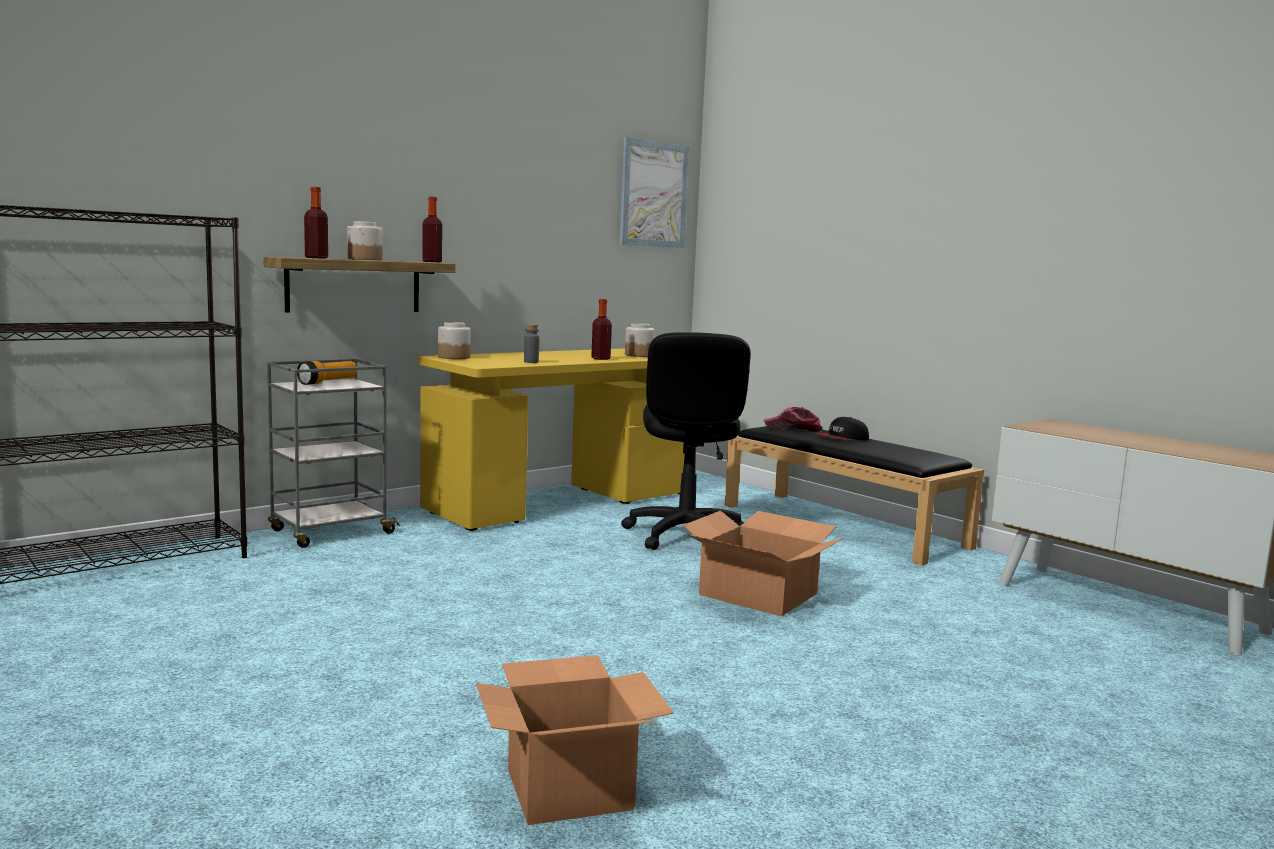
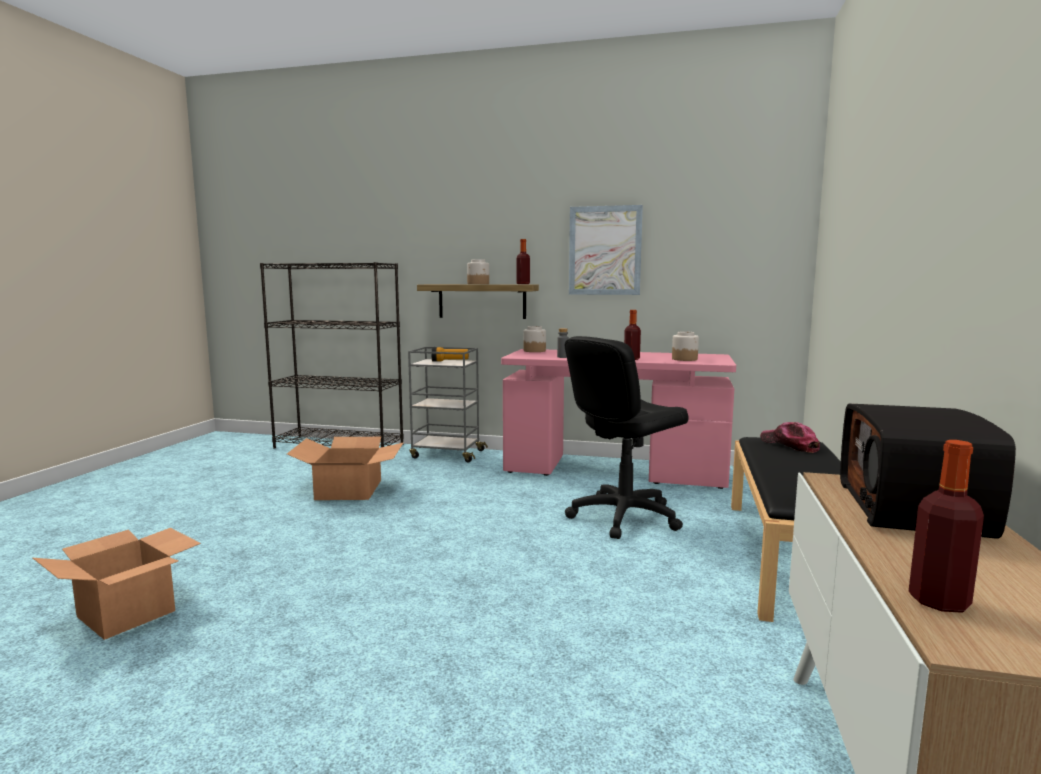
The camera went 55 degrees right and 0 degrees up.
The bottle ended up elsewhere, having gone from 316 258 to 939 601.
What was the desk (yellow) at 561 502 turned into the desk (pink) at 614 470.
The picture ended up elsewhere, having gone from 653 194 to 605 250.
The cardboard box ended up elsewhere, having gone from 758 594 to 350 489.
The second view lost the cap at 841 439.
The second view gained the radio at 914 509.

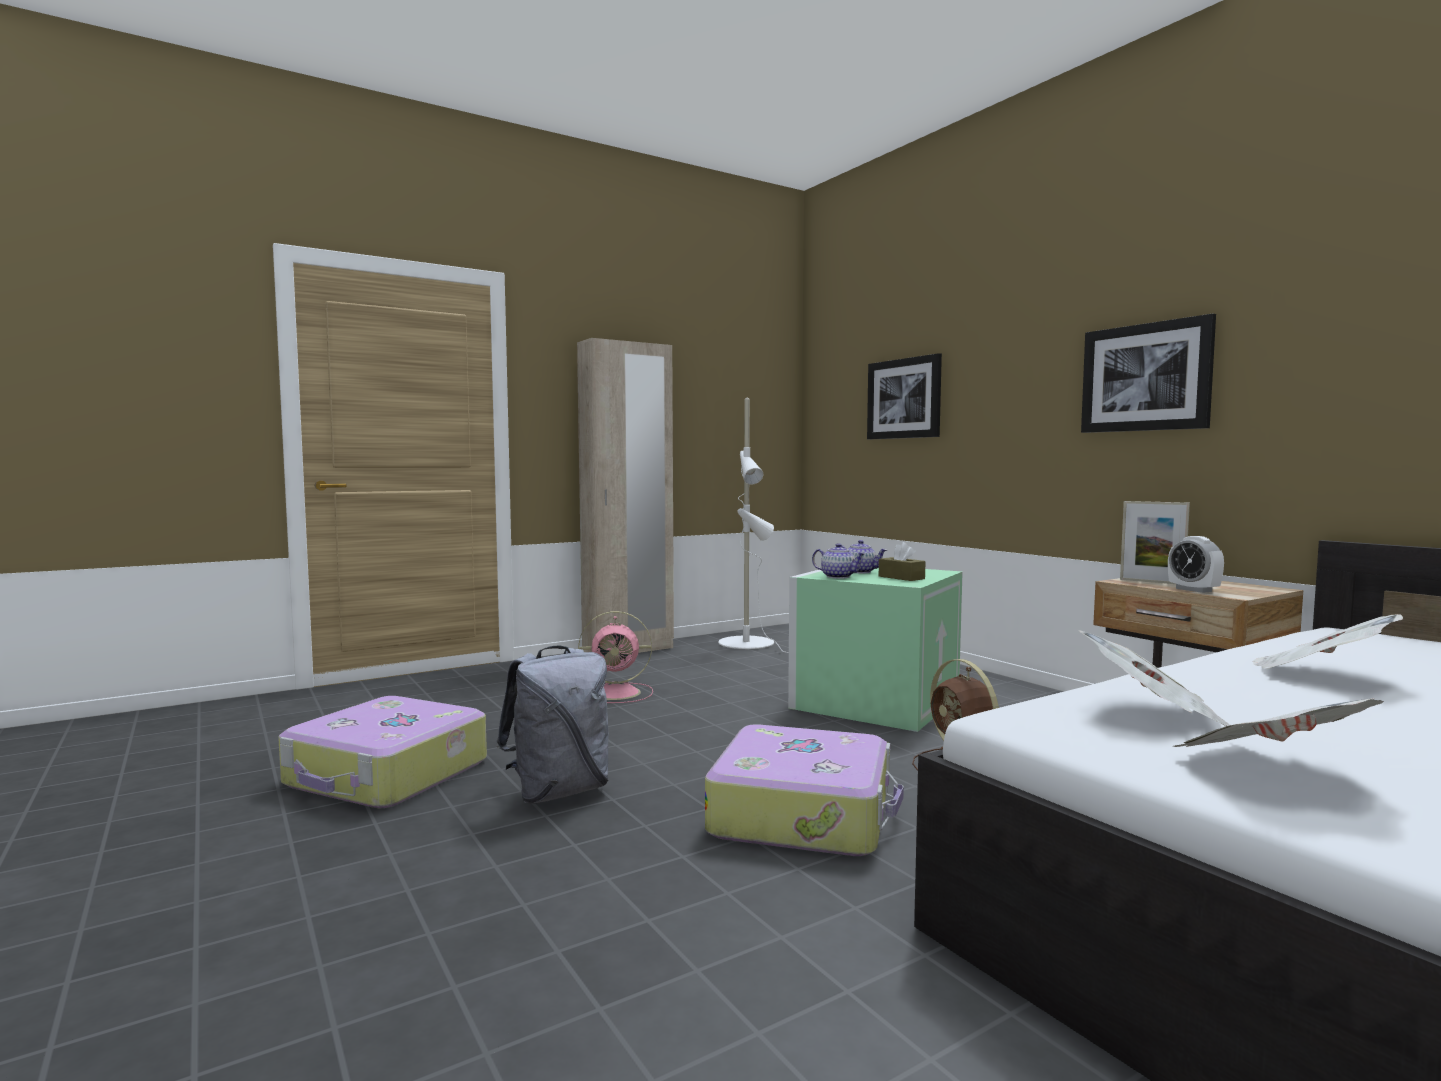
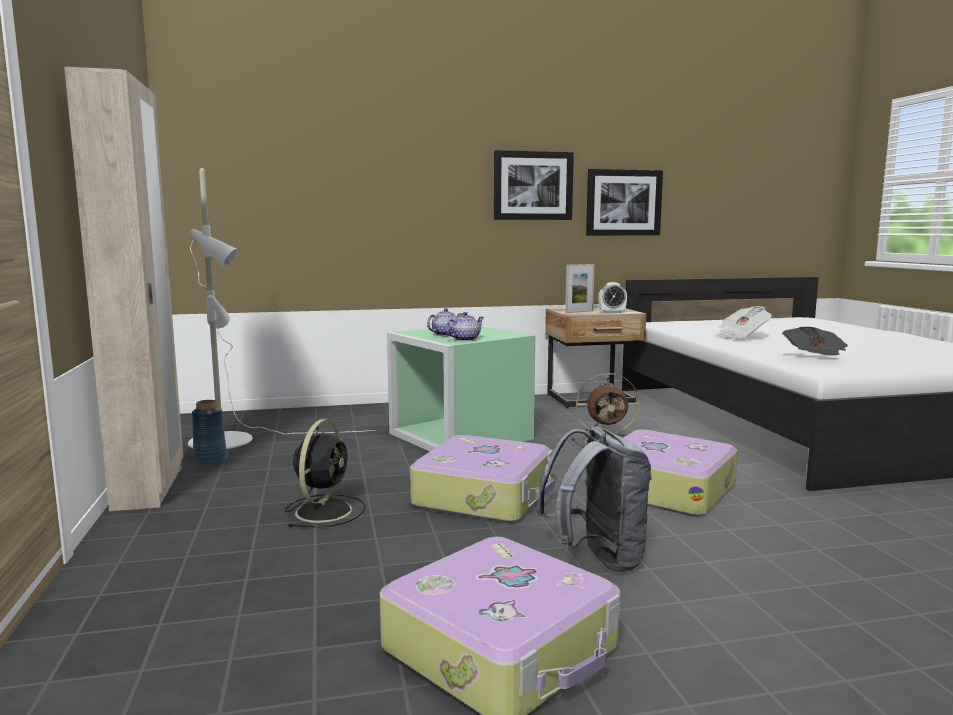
The camera went 70 degrees left and 5 degrees up.
What was the fan (pink) at 618 693 turned into the fan (black) at 325 510.
The picture ended up elsewhere, having gone from 904 398 to 623 203.
The second view lost the tissue box (brown) at 901 577.
The second view lost the newspaper at 1268 770.
The second view gained the vase (blue) at 210 460.
The second view gained the suitcase at 485 496.

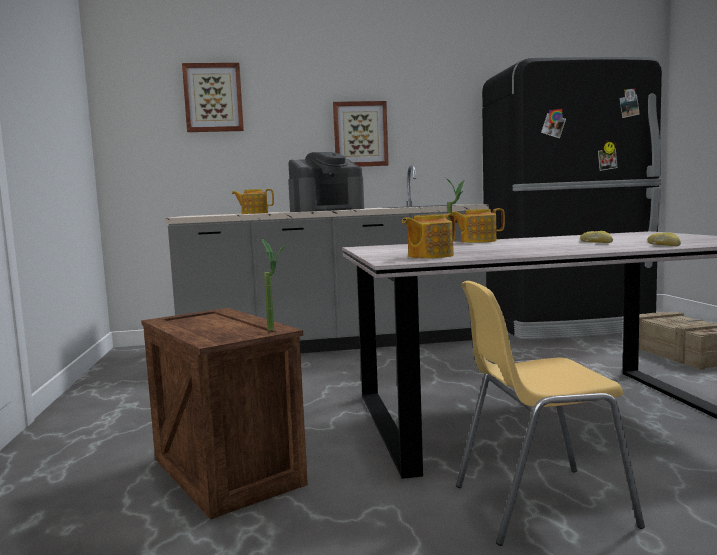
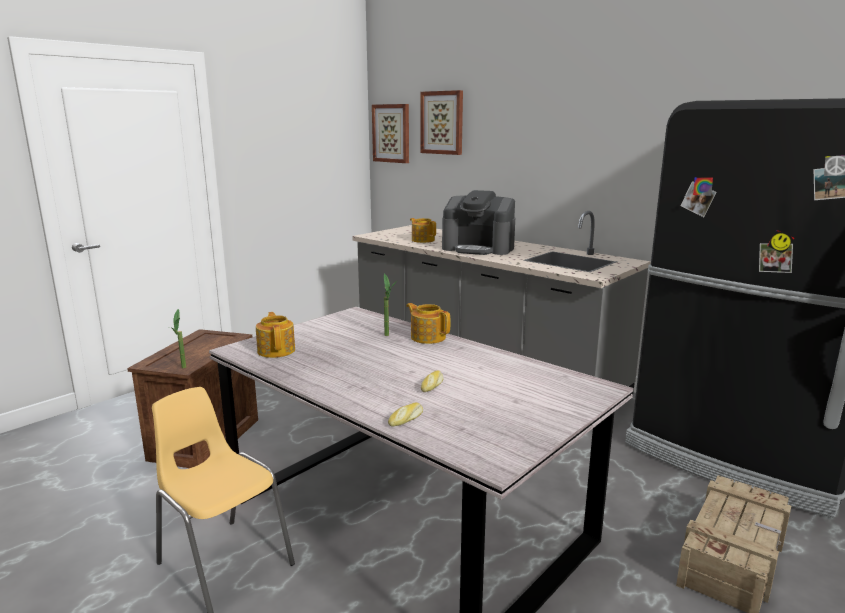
The camera went 50 degrees right and 10 degrees up.
The picture ended up elsewhere, having gone from 360 134 to 391 133.
The teapot at 429 256 ended up facing another way, 60 degrees clockwise from before.

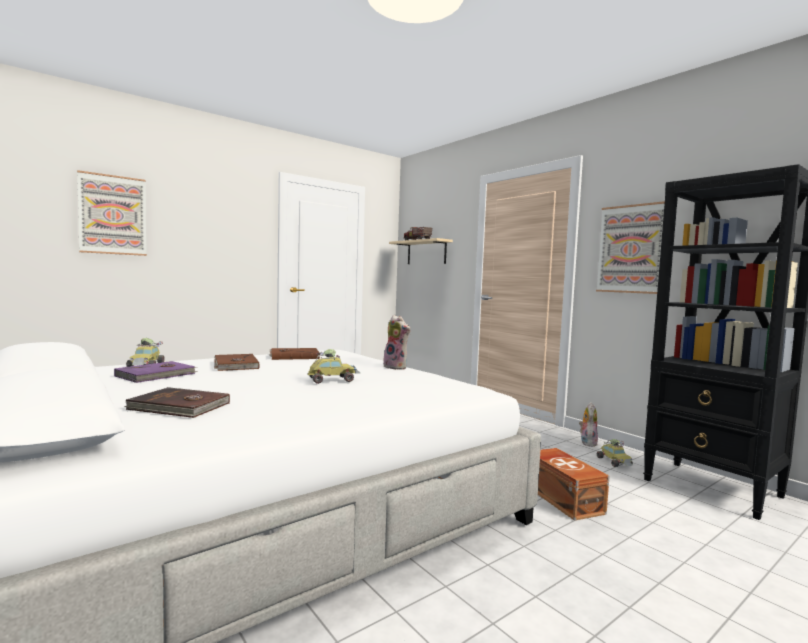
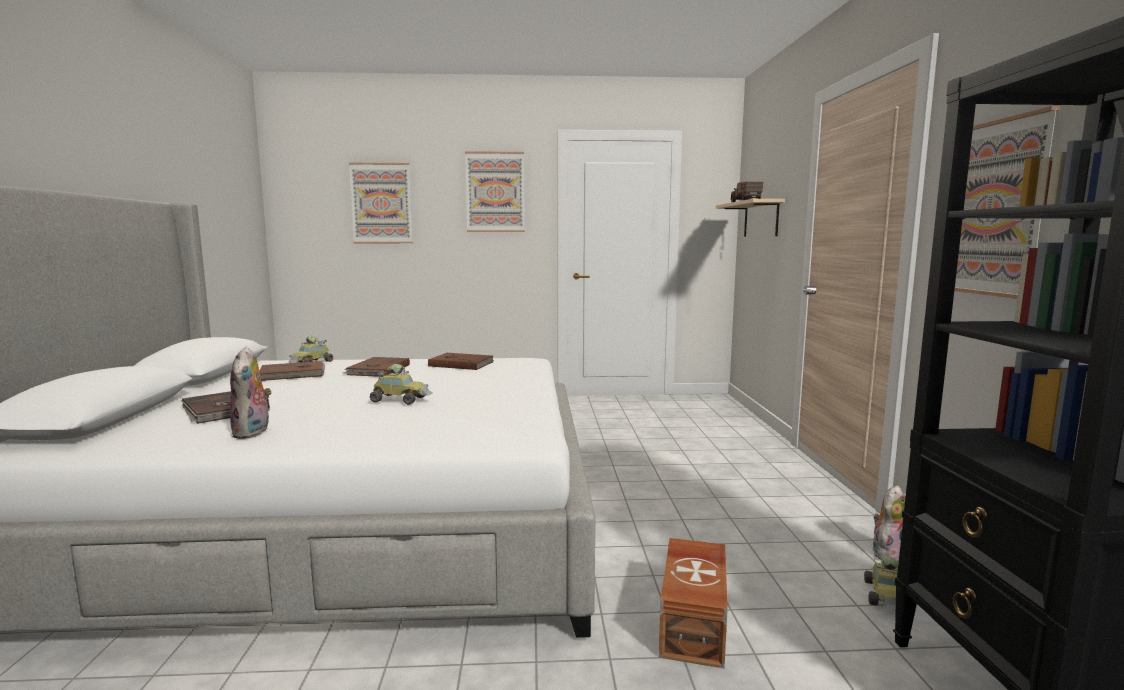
The camera went 35 degrees right and 5 degrees up.
What was the book (purple) at 157 375 turned into the book (brown) at 292 374.
The plush toy ended up elsewhere, having gone from 397 367 to 253 432.
The second view gained the picture at 495 192.

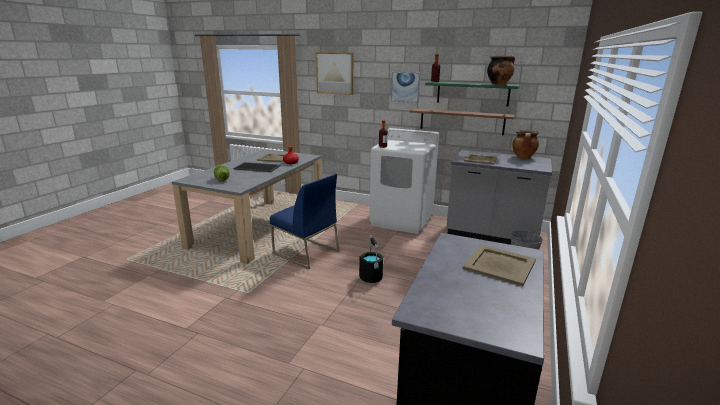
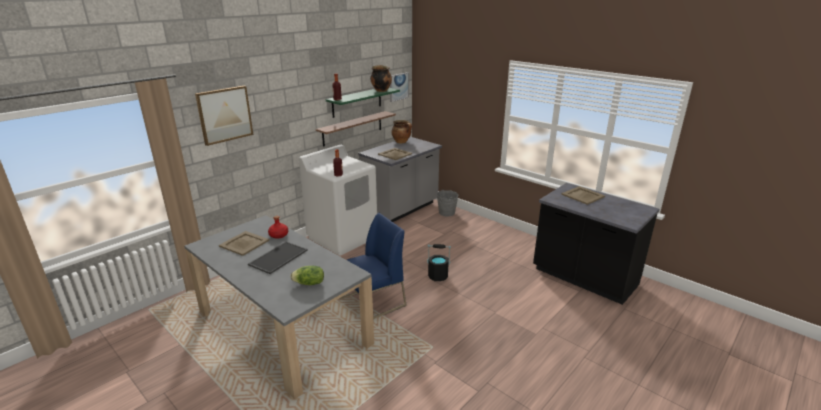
The camera went 70 degrees left and 5 degrees up.
The picture ended up elsewhere, having gone from 405 87 to 398 87.

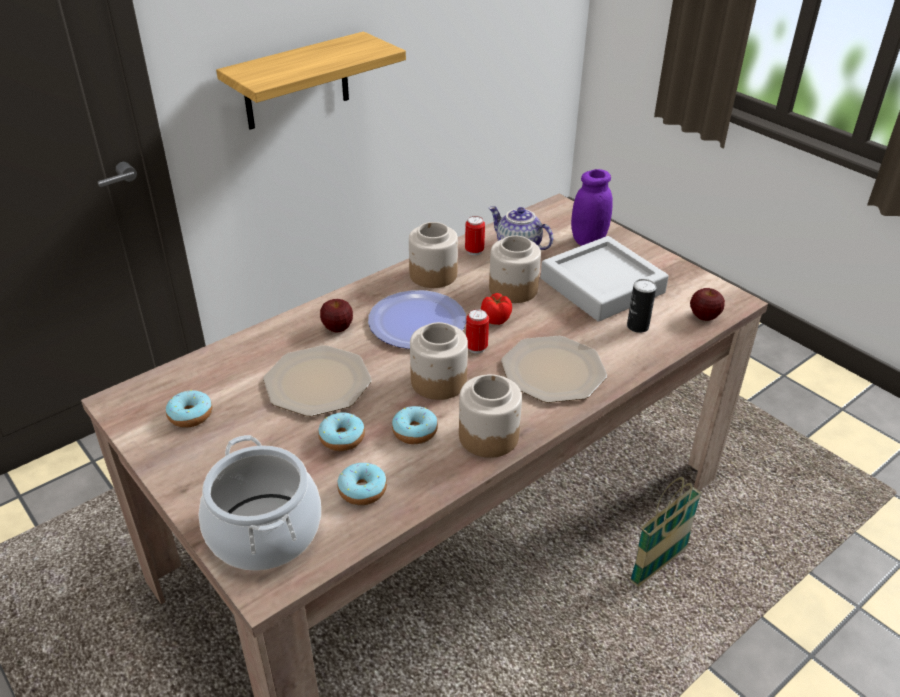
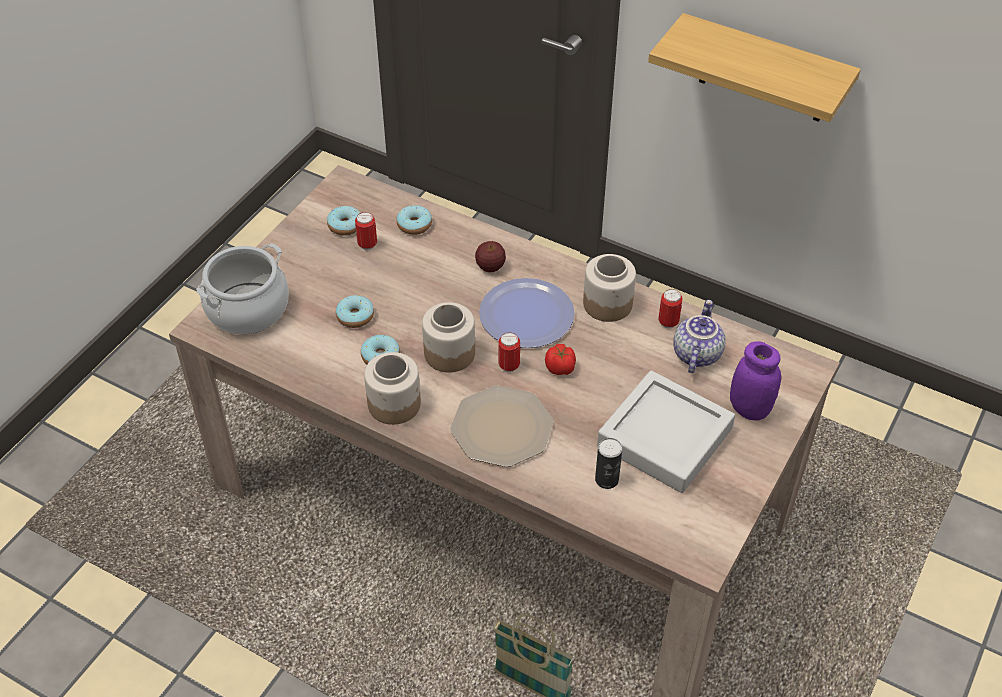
The camera went 70 degrees right and 10 degrees up.
The second view lost the plate at 316 382.
The donut ended up elsewhere, having gone from 362 490 to 414 225.
The second view lost the jar at 512 289.
The second view lost the apple at 704 317.
The second view gained the can at 367 244.

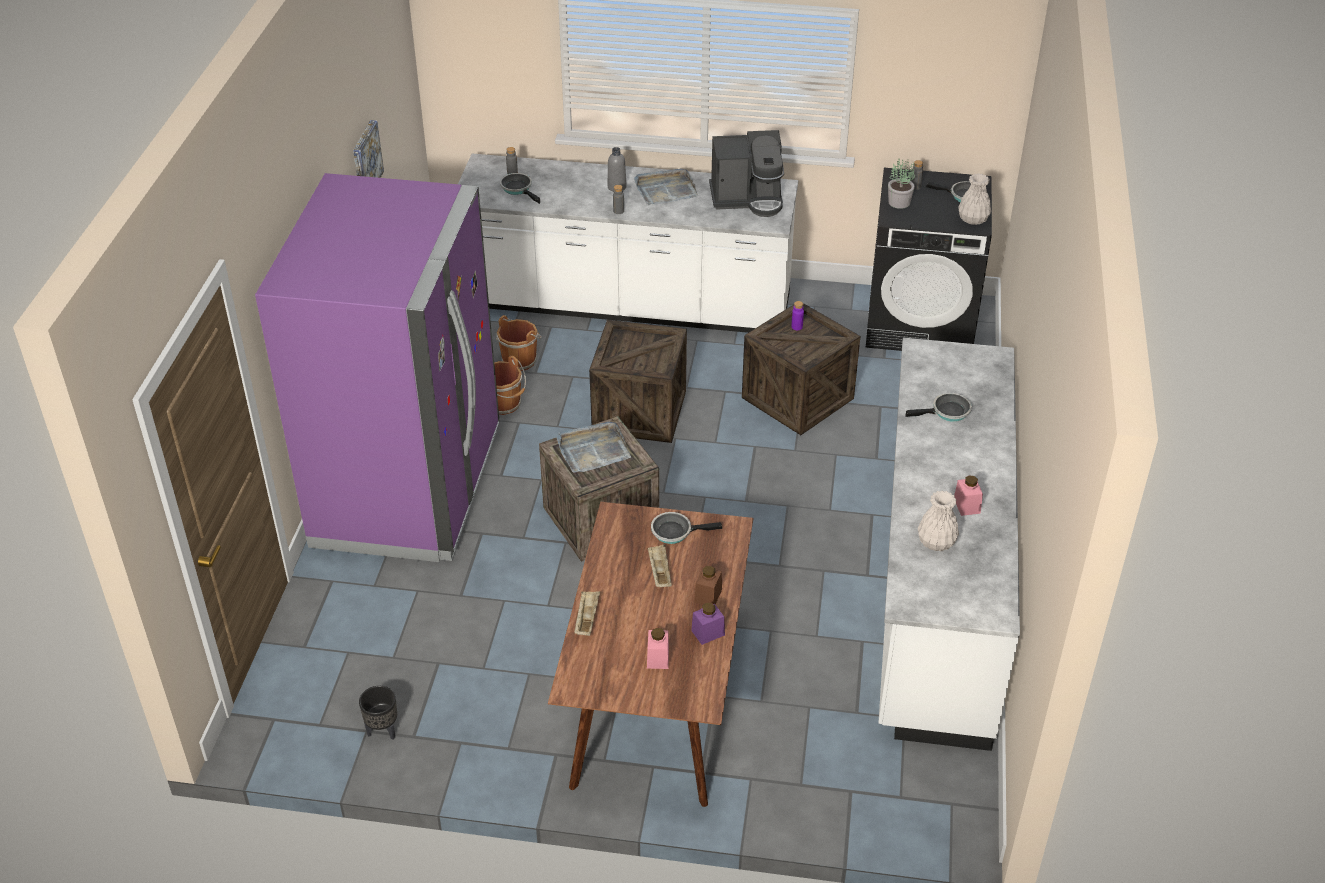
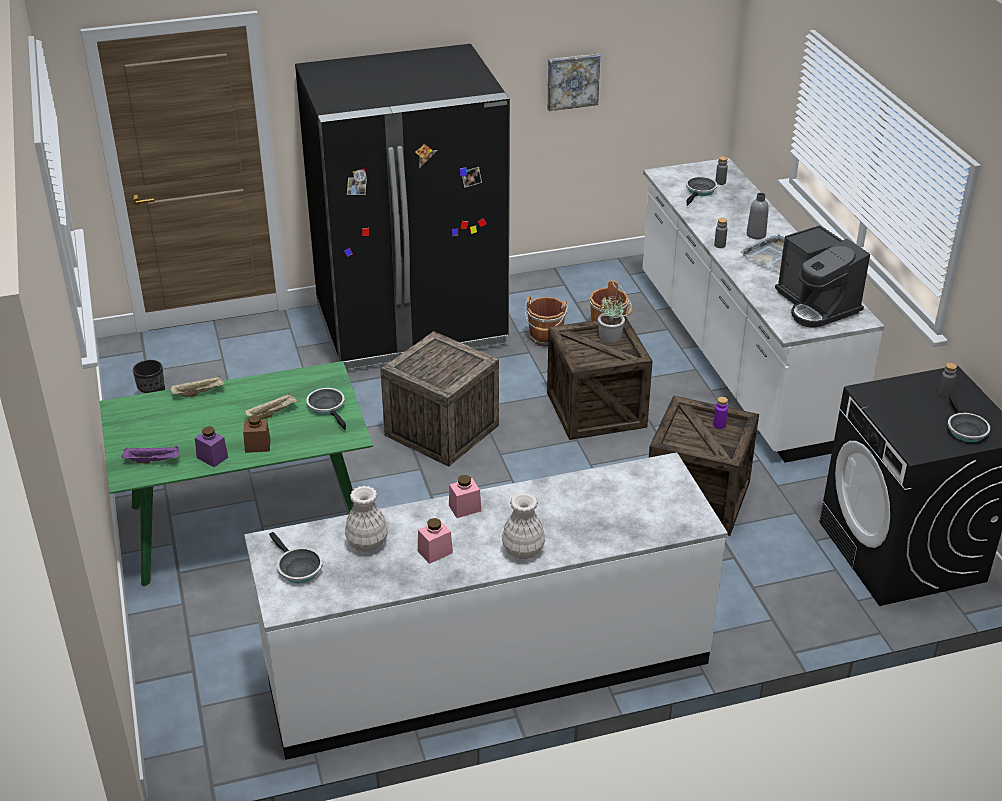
The camera went 65 degrees right and 5 degrees down.
What was the fridge (purple) at 409 488 turned into the fridge (black) at 411 327.
What was the dining table (brown) at 655 699 turned into the dining table (green) at 248 522.
The second view lost the tray (grey) at 592 450.
The jar (pink) ended up elsewhere, having gone from 658 658 to 465 508.
The potted plant ended up elsewhere, having gone from 899 202 to 610 336.
The frying pan ended up elsewhere, having gone from 947 412 to 297 568.
The vase (white) ended up elsewhere, having gone from 973 220 to 523 551.
The second view gained the tray (purple) at 153 460.

